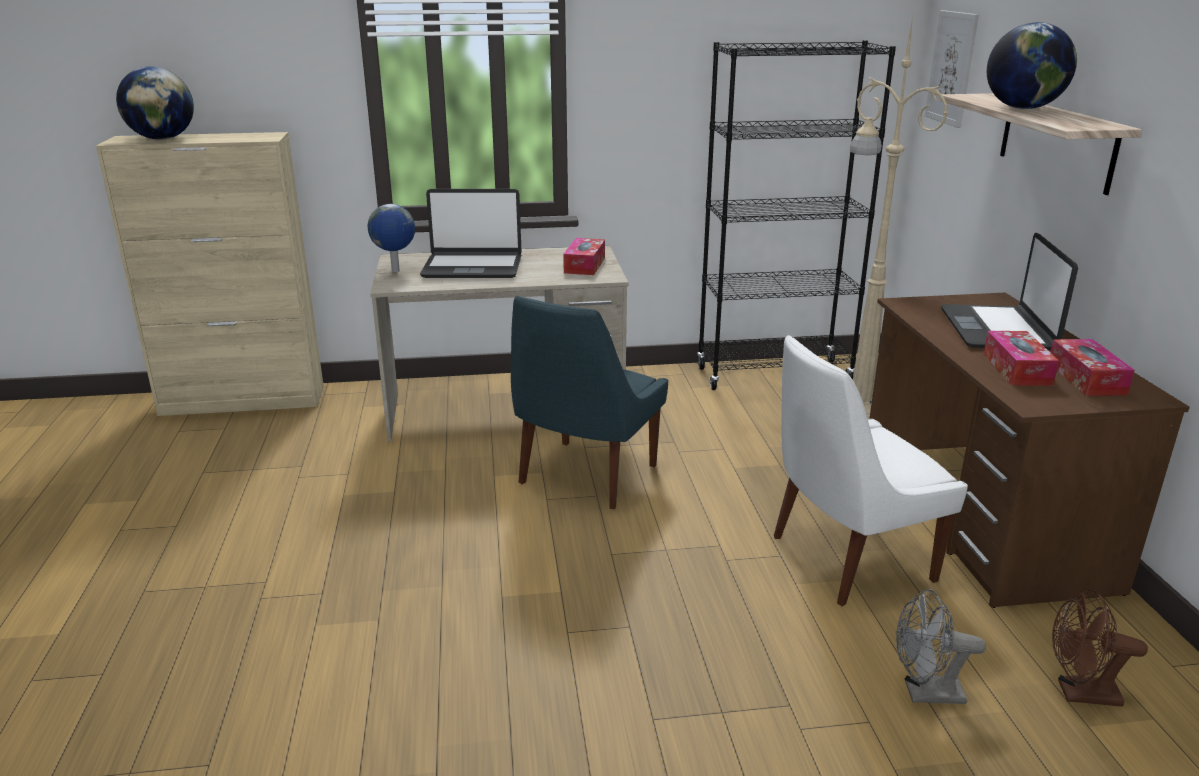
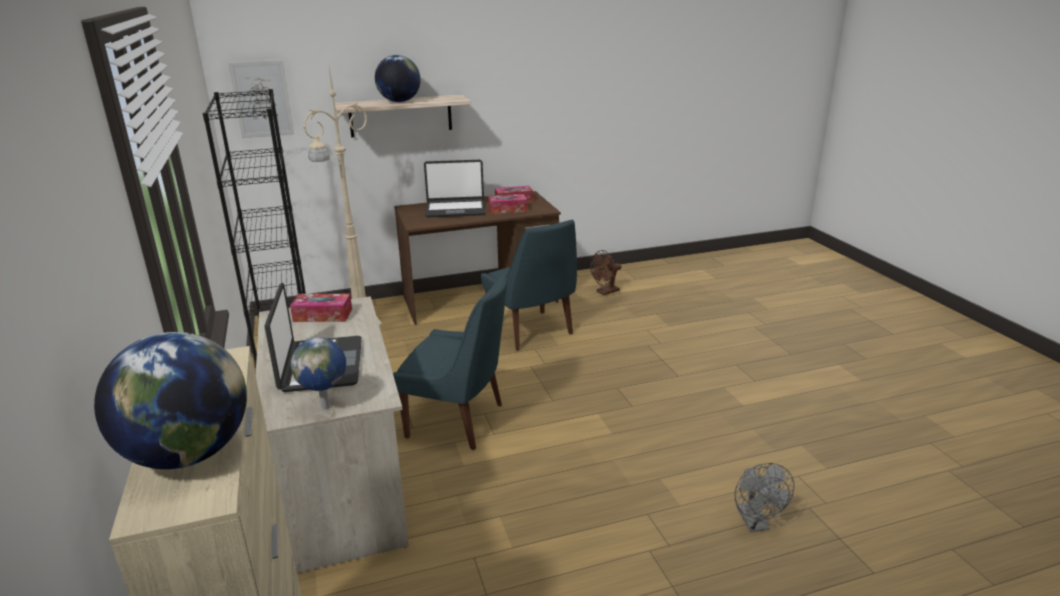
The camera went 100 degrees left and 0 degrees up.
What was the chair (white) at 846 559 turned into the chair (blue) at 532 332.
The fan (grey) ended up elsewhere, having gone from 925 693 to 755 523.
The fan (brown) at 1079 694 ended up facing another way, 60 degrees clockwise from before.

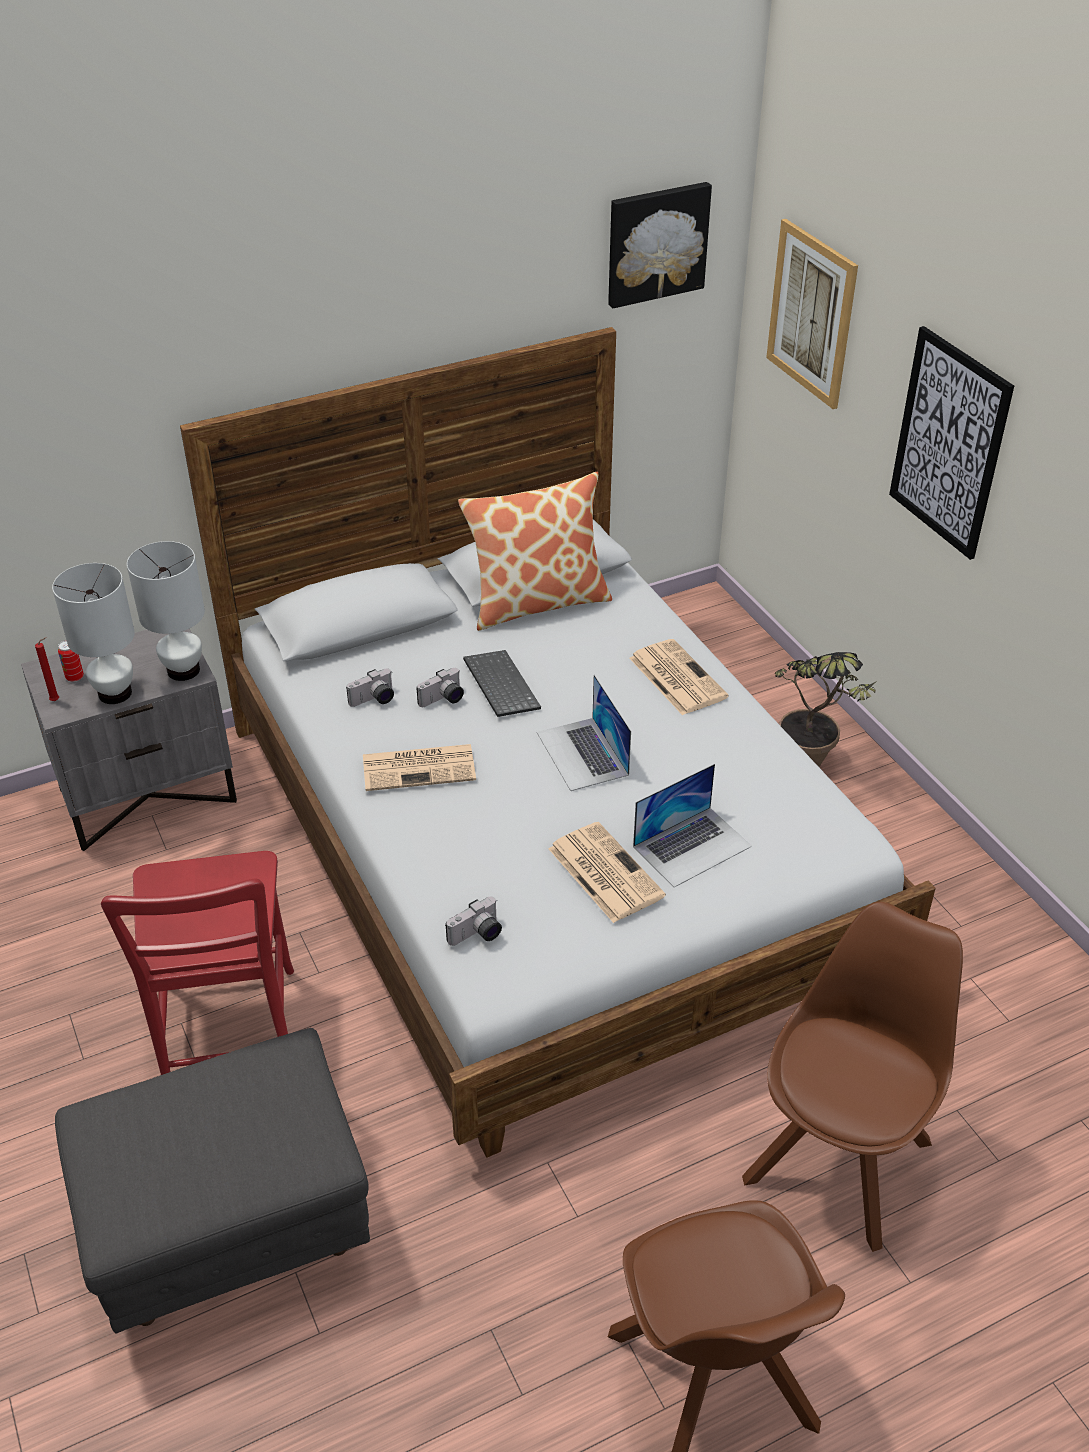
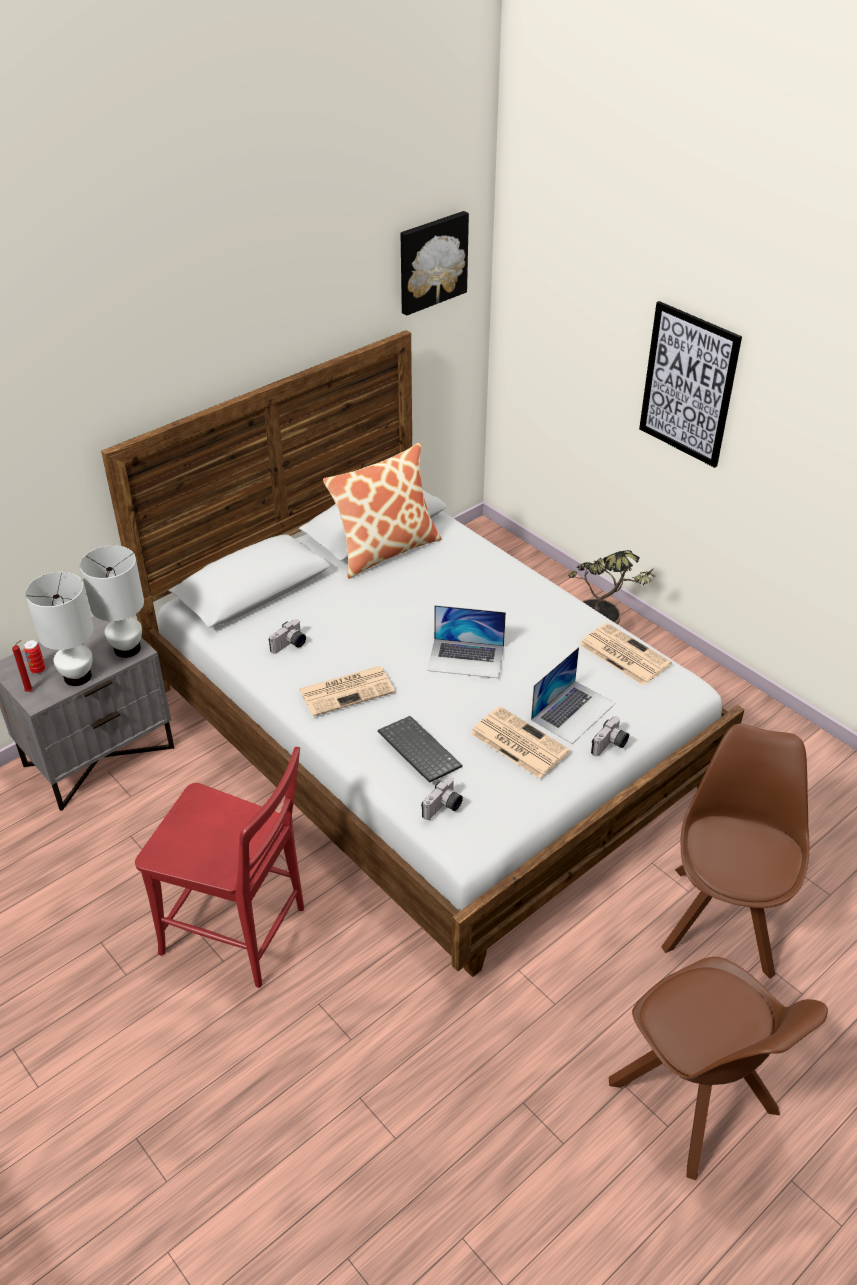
The camera went 15 degrees left and 0 degrees up.
The second view lost the ottoman (grey) at 229 1233.
The chair (red) at 230 1039 ended up facing another way, 45 degrees counterclockwise from before.
The photo camera ended up elsewhere, having gone from 443 700 to 610 746.
The keyboard ended up elsewhere, having gone from 499 685 to 417 750.
The laptop at 582 754 ended up facing another way, 45 degrees counterclockwise from before.
The newspaper ended up elsewhere, having gone from 676 677 to 623 654.
The second view lost the picture at 811 313.

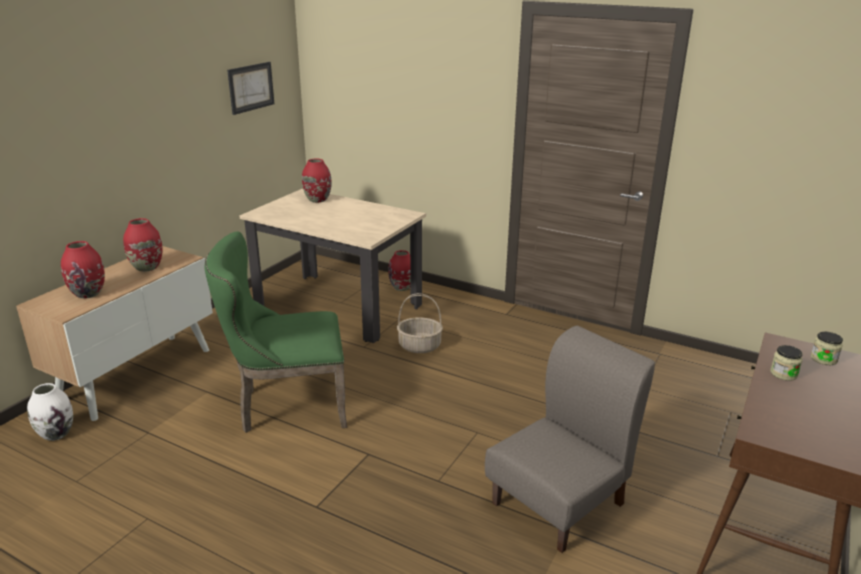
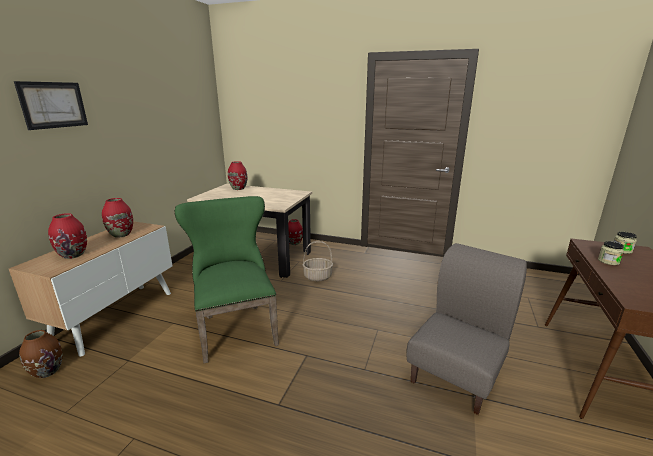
The camera went 10 degrees left and 5 degrees down.
What was the vase (white) at 56 433 turned into the vase (brown) at 47 371.
The chair (green) at 286 406 ended up facing another way, 90 degrees clockwise from before.
The picture ended up elsewhere, having gone from 251 87 to 53 105.

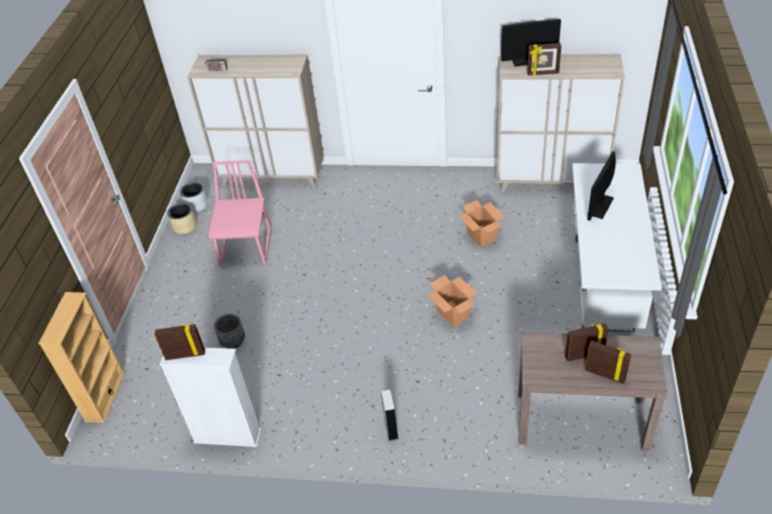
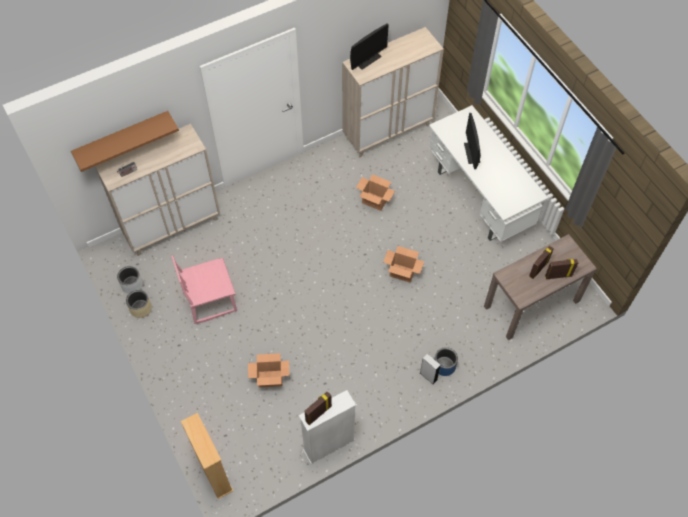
The camera went 40 degrees left and 15 degrees up.
The chair (pink) at 246 248 ended up facing another way, 75 degrees counterclockwise from before.
Where the planter (grey) stood at 233 342, the cardboard box came to stand at 270 379.
The second view lost the picture frame at 543 73.
The second view gained the shelf (brown) at 122 137.
The second view gained the planter (blue) at 444 365.

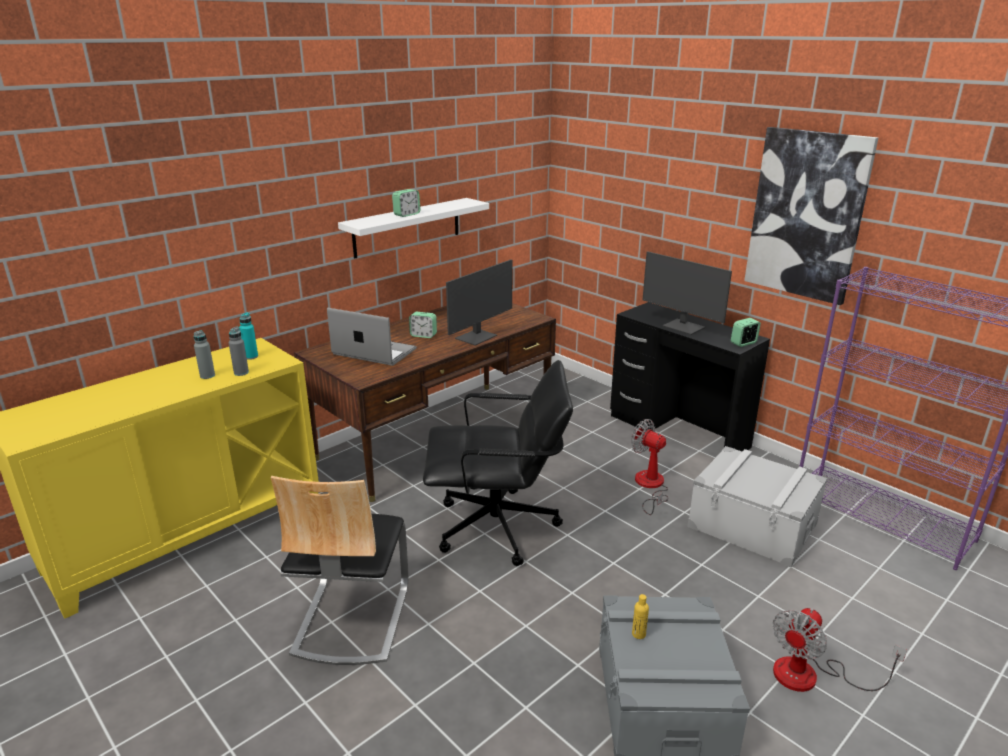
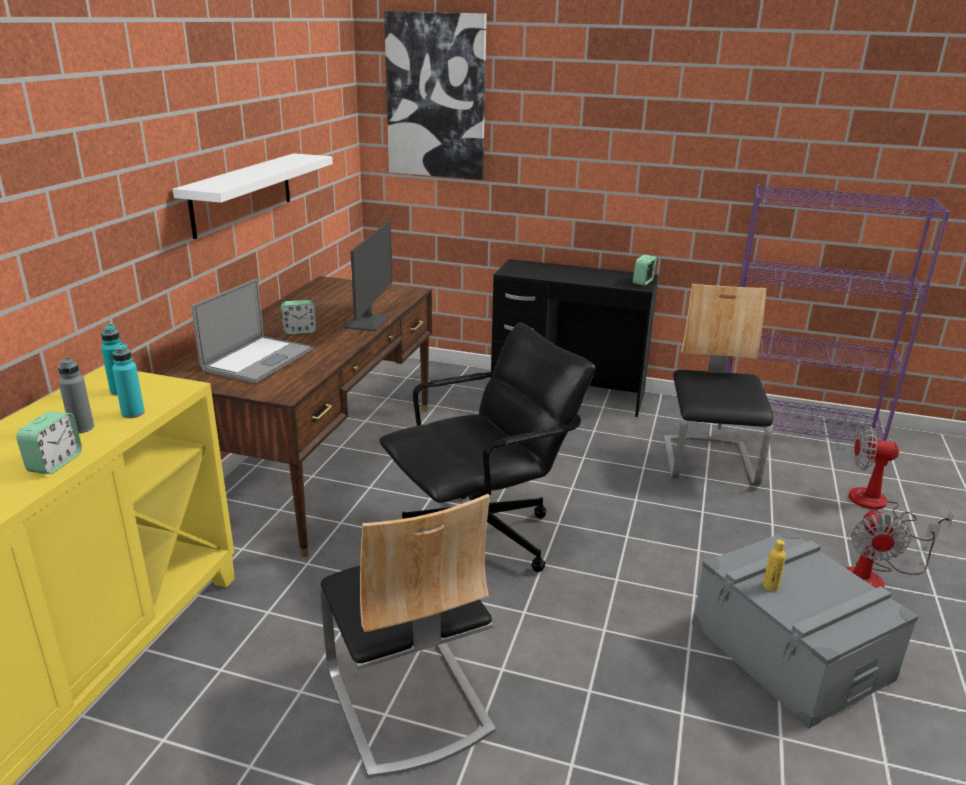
The camera went 30 degrees left and 0 degrees up.
What was the bottle (grey) at 241 373 turned into the bottle (turquoise) at 133 413.
The laptop at 374 352 ended up facing another way, 120 degrees clockwise from before.
The alarm clock ended up elsewhere, having gone from 407 214 to 55 463.
The fan ended up elsewhere, having gone from 650 486 to 878 507.
The second view lost the monitor at 683 327.
Where the storage box (grey) stood at 752 525, the chair came to stand at 709 462.
The picture ended up elsewhere, having gone from 807 215 to 436 97.

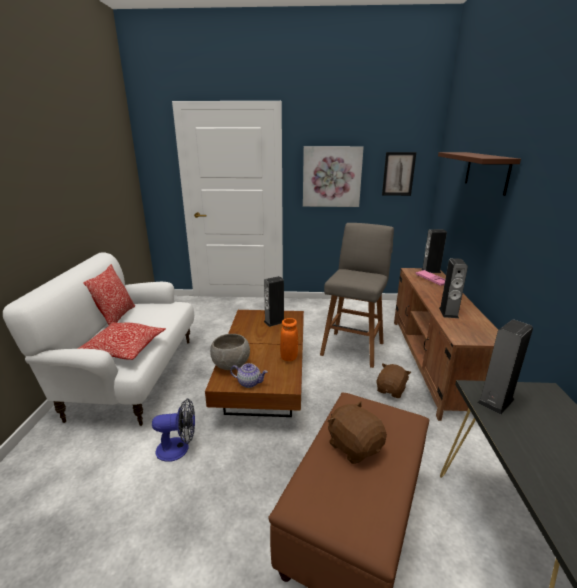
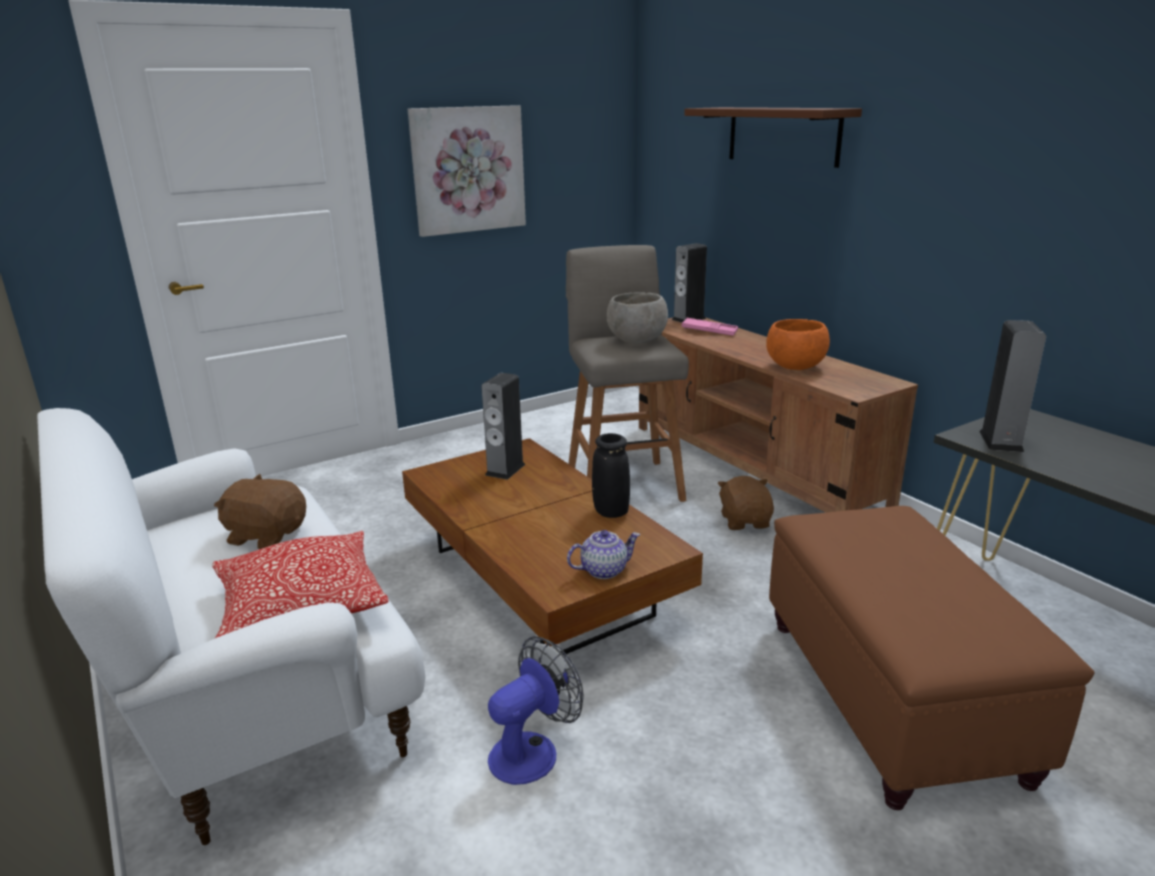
The camera went 35 degrees left and 0 degrees up.
The second view lost the pillow at 116 317.
The bowl (grey) ended up elsewhere, having gone from 231 365 to 637 340.
What was the vase (orange) at 289 357 turned into the vase (black) at 611 512.
The plush toy (brown) ended up elsewhere, having gone from 354 446 to 266 535.
The second view lost the picture at 398 174.
Where the speaker stood at 448 313, the bowl (orange) came to stand at 795 367.

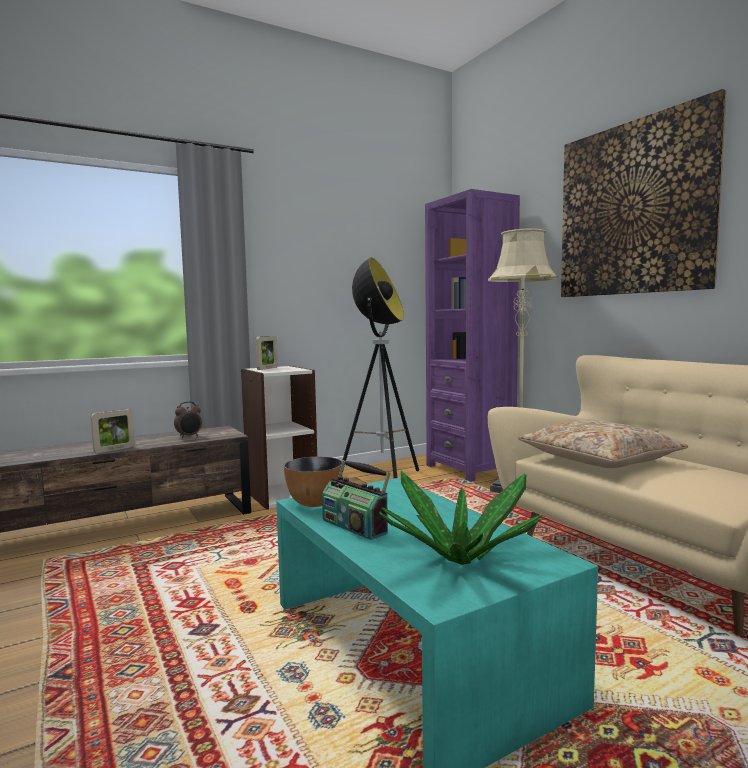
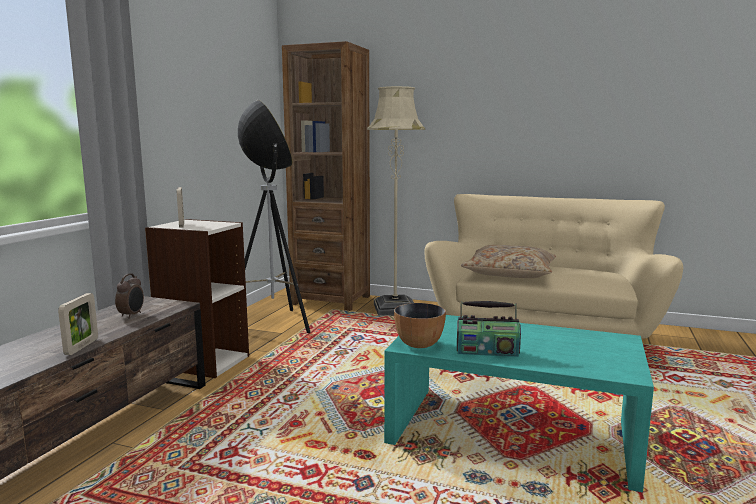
The camera went 40 degrees left and 5 degrees up.
The second view lost the potted plant at 460 558.
What was the bookcase (purple) at 470 468 turned into the bookcase (brown) at 331 300.
The second view lost the picture at 633 209.

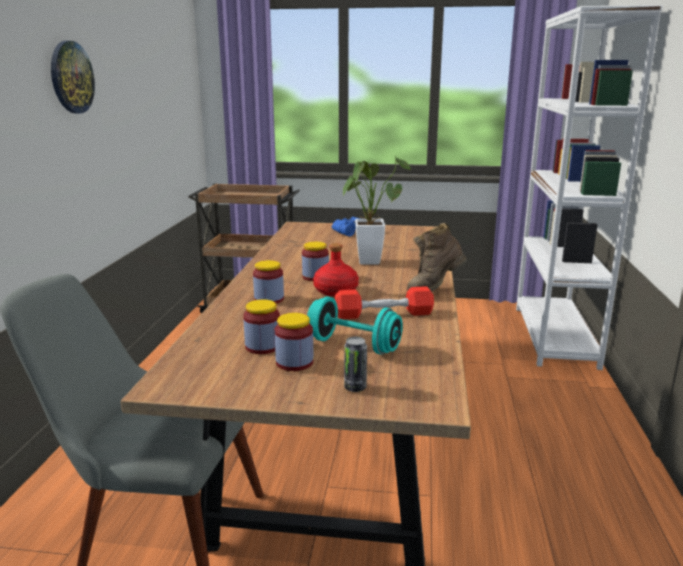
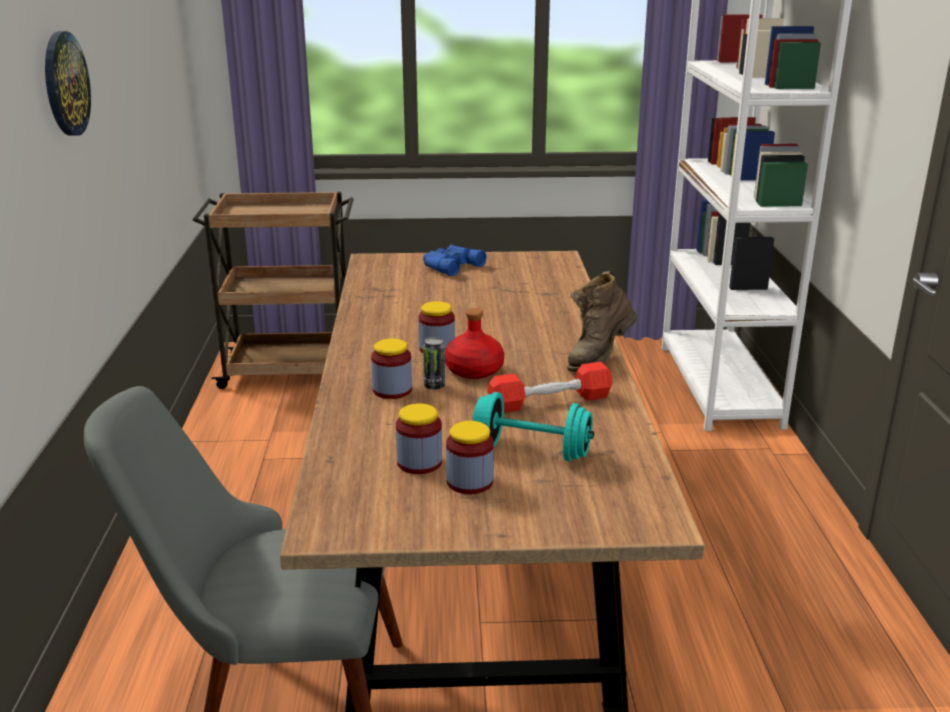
The camera went 10 degrees left and 5 degrees up.
The second view lost the potted plant at 369 260.
The can ended up elsewhere, having gone from 355 388 to 434 386.

